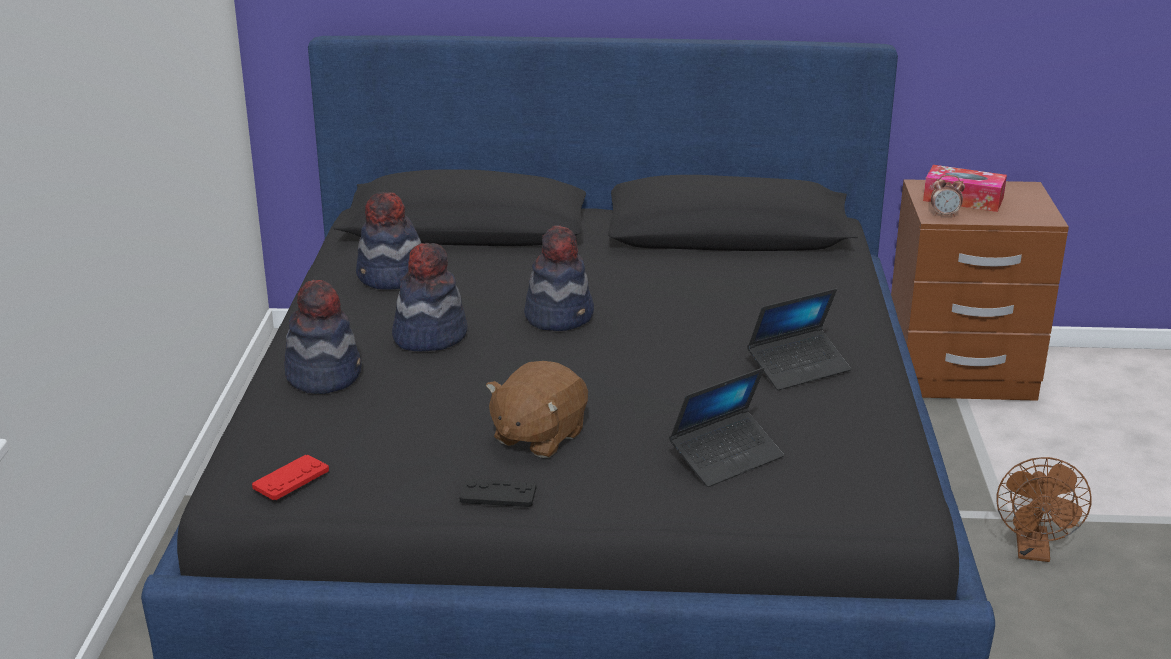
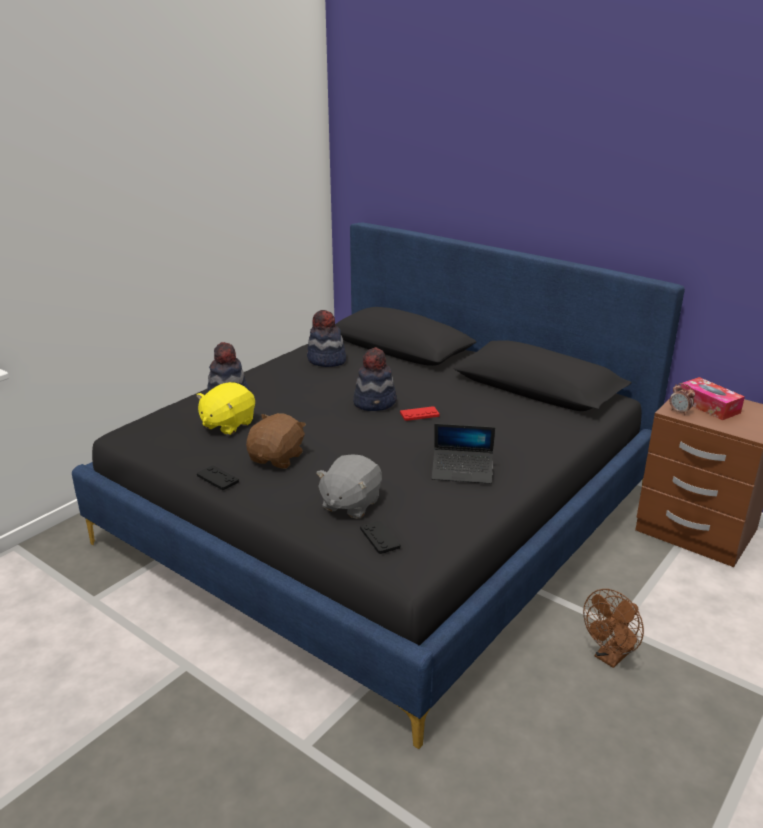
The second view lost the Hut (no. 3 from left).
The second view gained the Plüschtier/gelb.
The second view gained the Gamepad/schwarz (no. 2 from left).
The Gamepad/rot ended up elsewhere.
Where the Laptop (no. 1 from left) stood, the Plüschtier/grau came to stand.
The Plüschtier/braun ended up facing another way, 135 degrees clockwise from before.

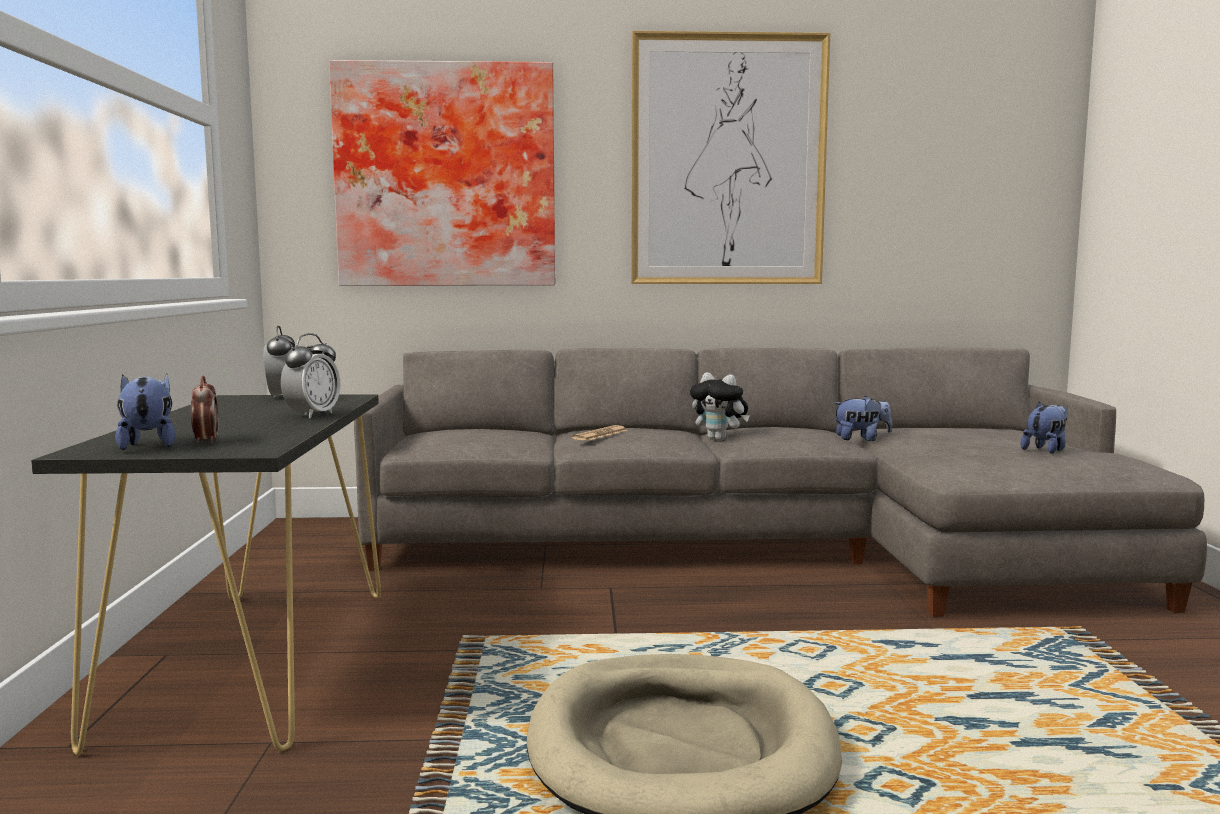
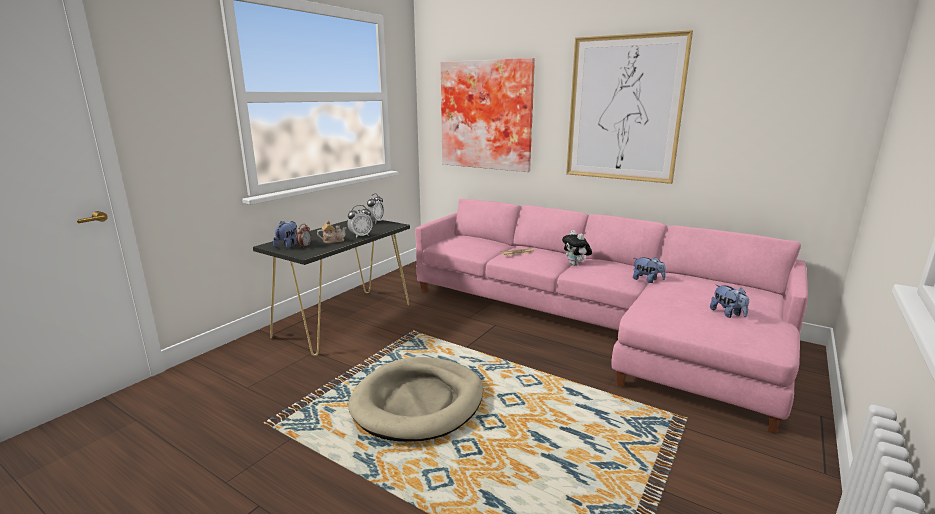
The second view gained the Teekanne.
What was the Sofa/grau turned into the Sofa/rosa.
The Plüschtier (no. 4 from left) ended up facing another way, 75 degrees clockwise from before.

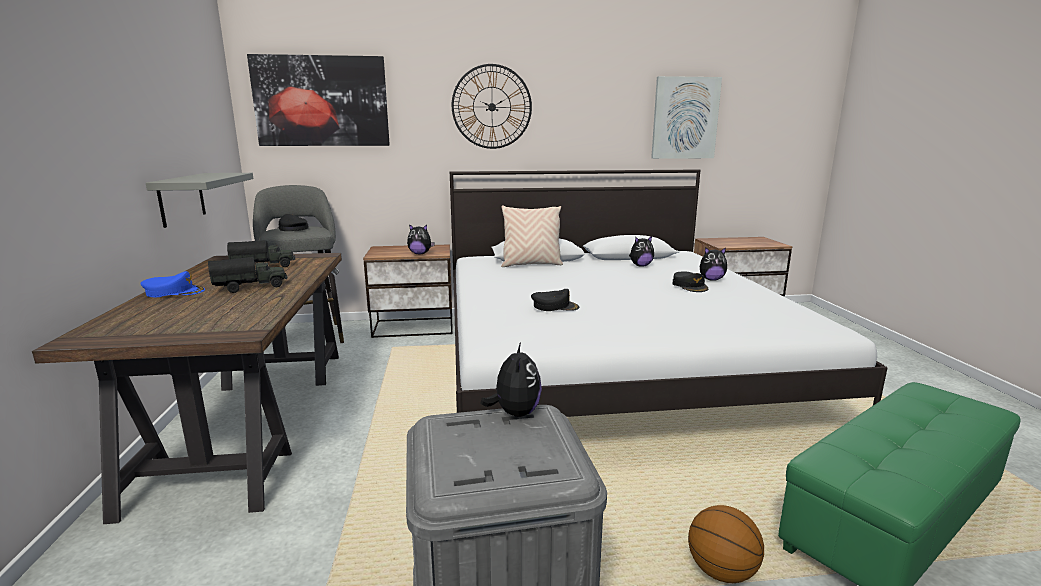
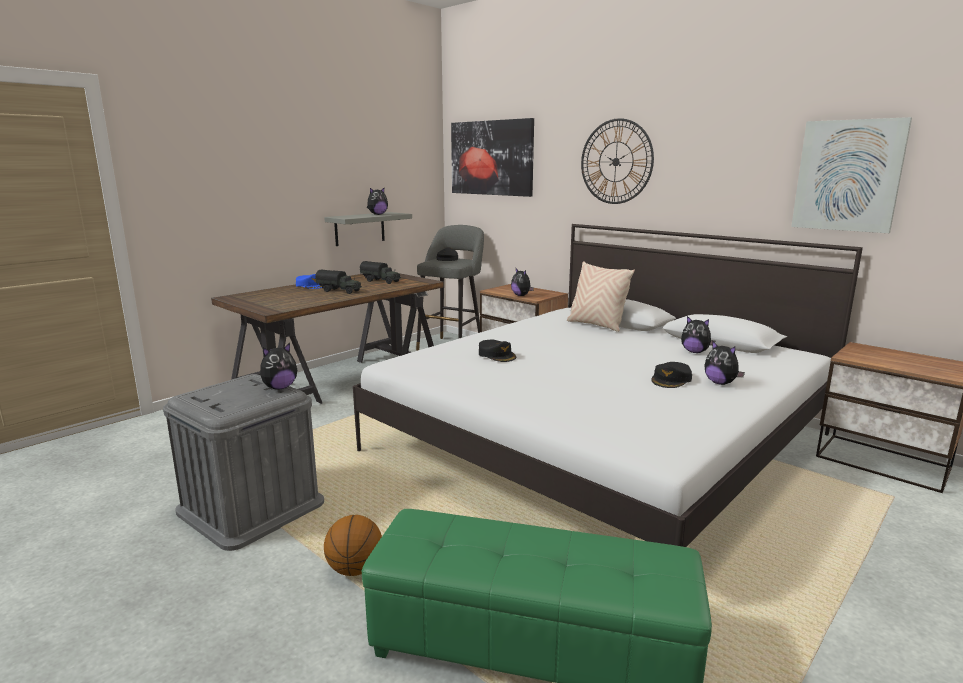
The second view gained the Plüschtier (no. 2 from left).

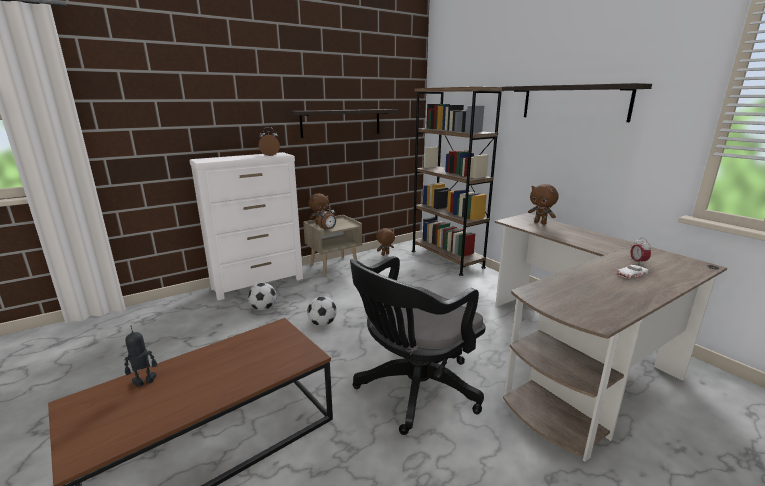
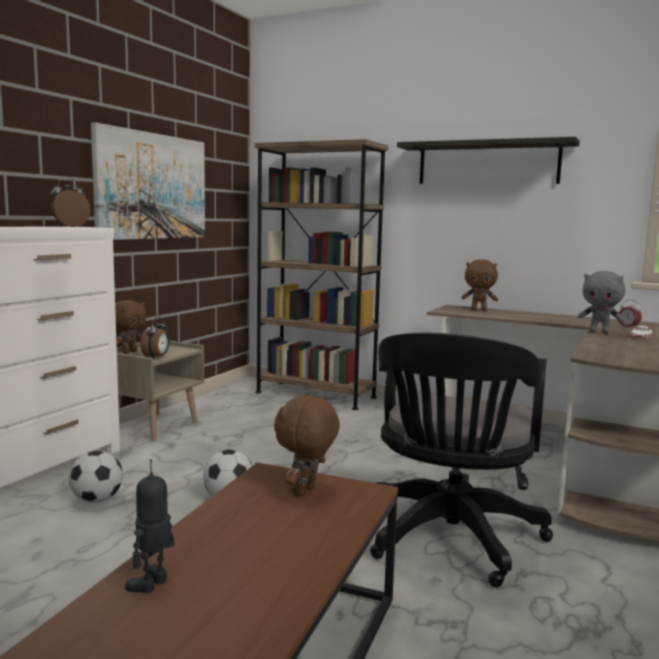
The second view gained the Plüschtier/grau.
The Plüschtier/braun (no. 2 from left) ended up elsewhere.
Where the Wandregal (no. 1 from left) hung, the Bild came to hang.

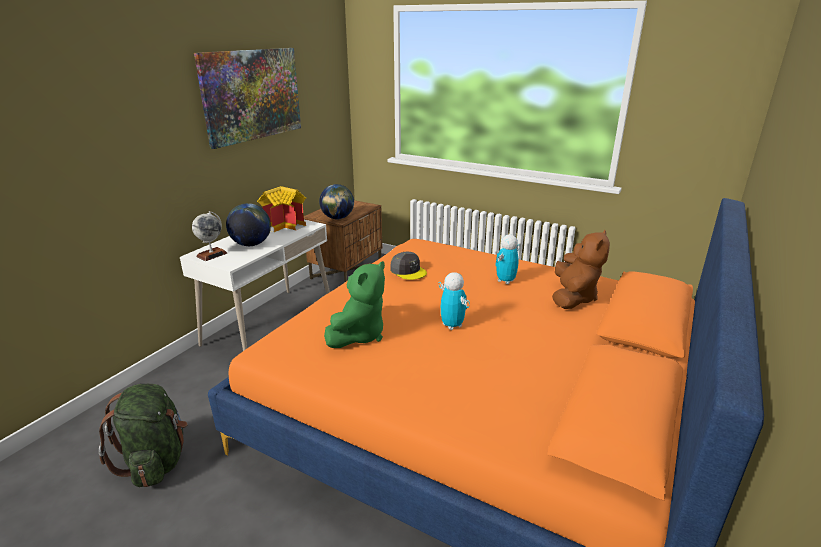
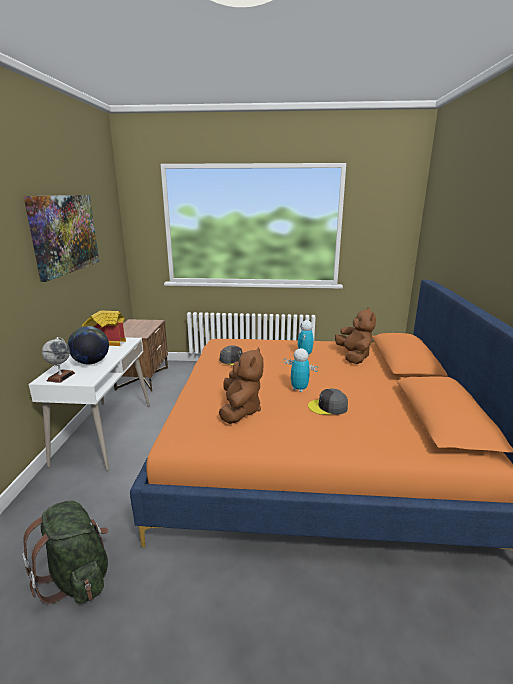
The second view lost the Globus (no. 3 from left).
The second view gained the Kappe/grau (no. 2 from left).
What was the Plüschtier/grün turned into the Plüschtier/braun (no. 1 from left).

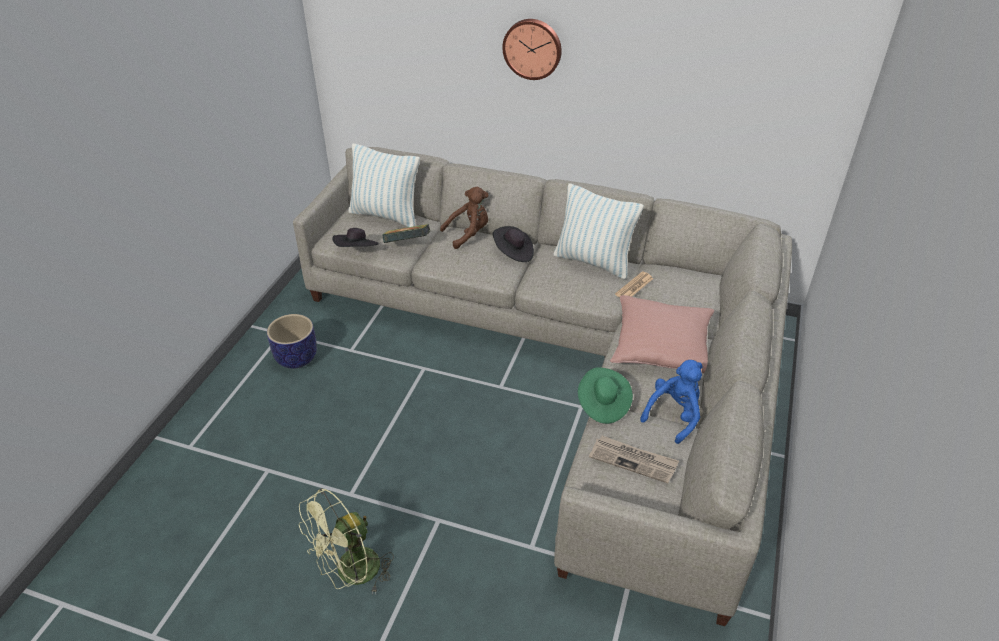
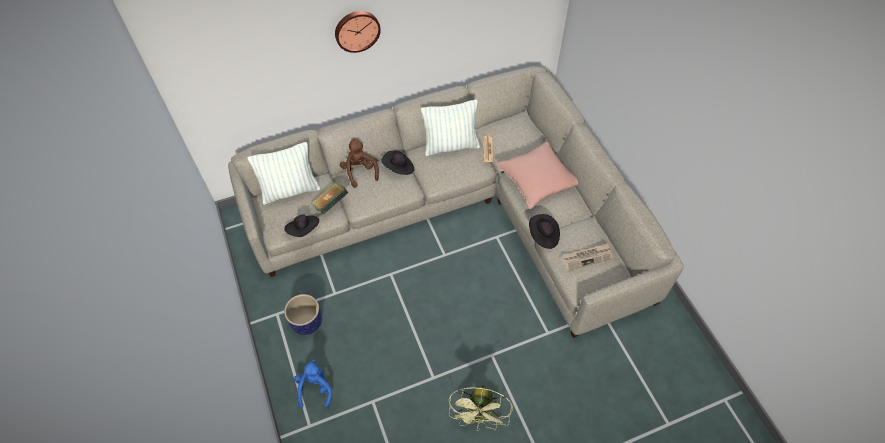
The Plüschtier/blau ended up elsewhere.
What was the Hut/grün turned into the Hut/schwarz (no. 3 from left).
The Plüschtier/braun ended up facing another way, 45 degrees counterclockwise from before.

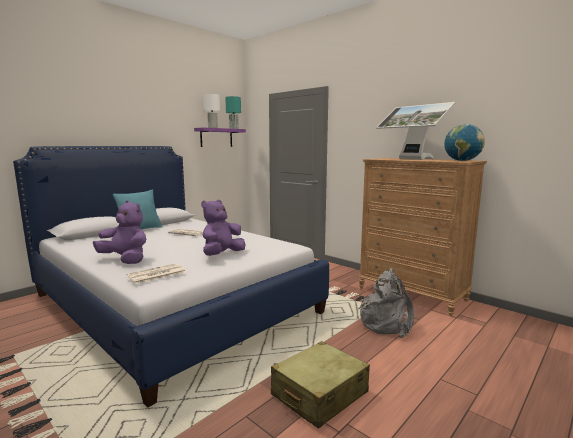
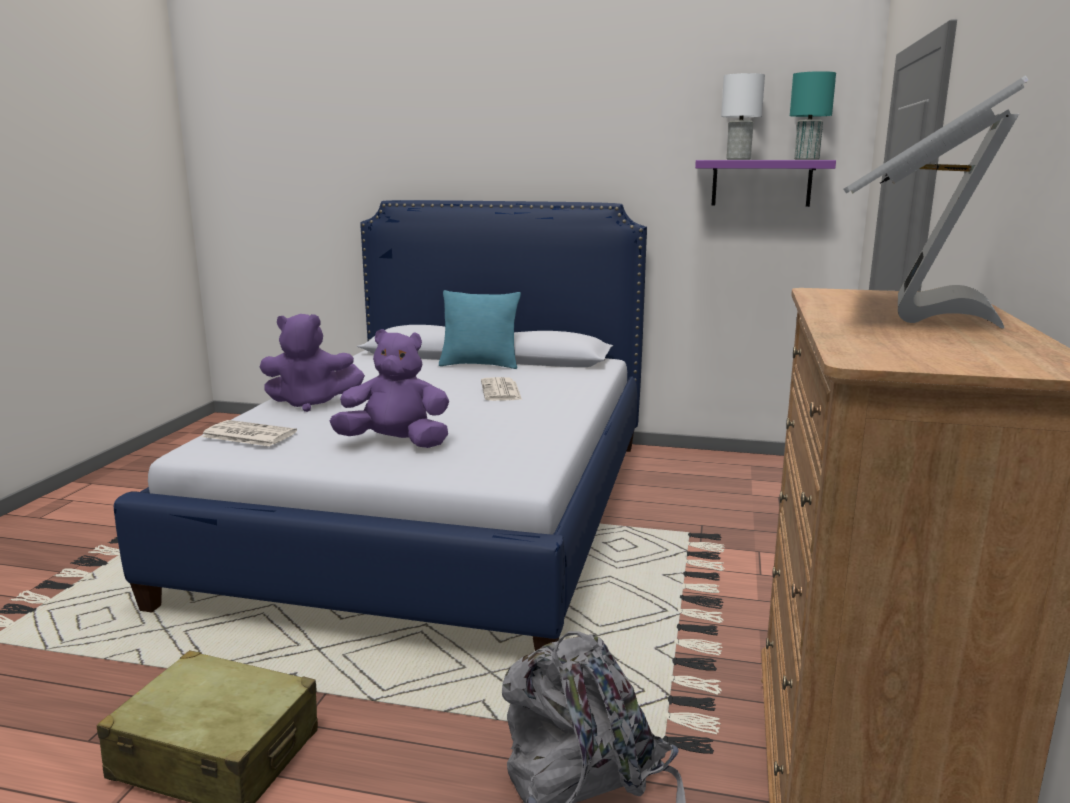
The second view lost the Globus.
The Plüschtier/lila (no. 1 from left) ended up facing another way, 90 degrees clockwise from before.

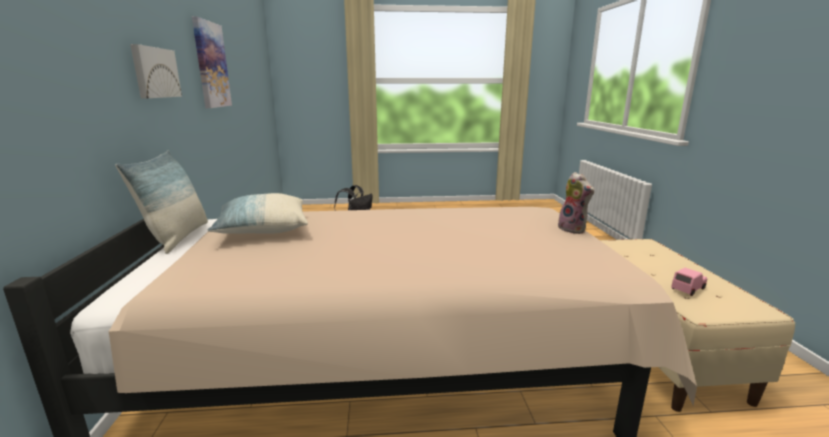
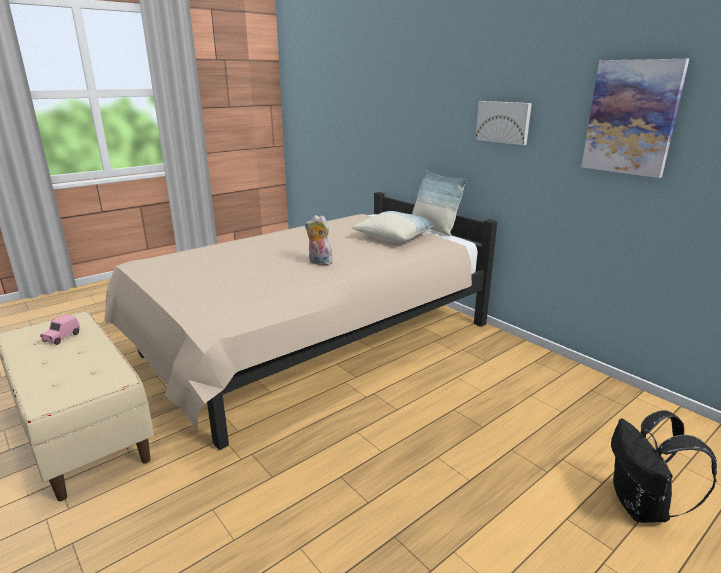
The Plüschtier ended up elsewhere.

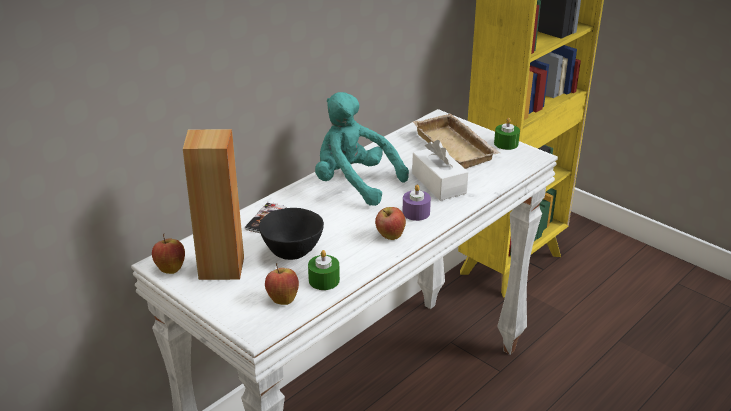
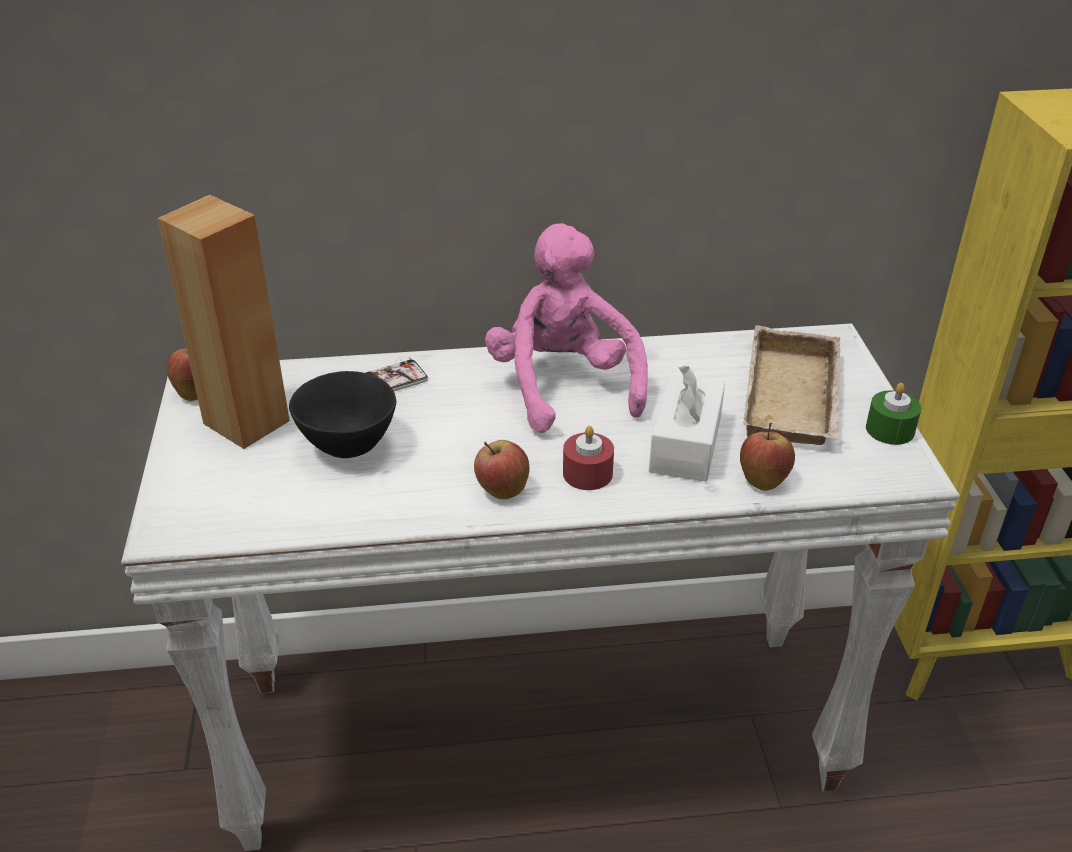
The second view lost the Kerze/grün (no. 1 from left).
The Apfel (no. 2 from left in the first image) ended up elsewhere.
What was the Plüschtier/türkis turned into the Plüschtier/rosa.
What was the Kerze/lila turned into the Kerze/rot.

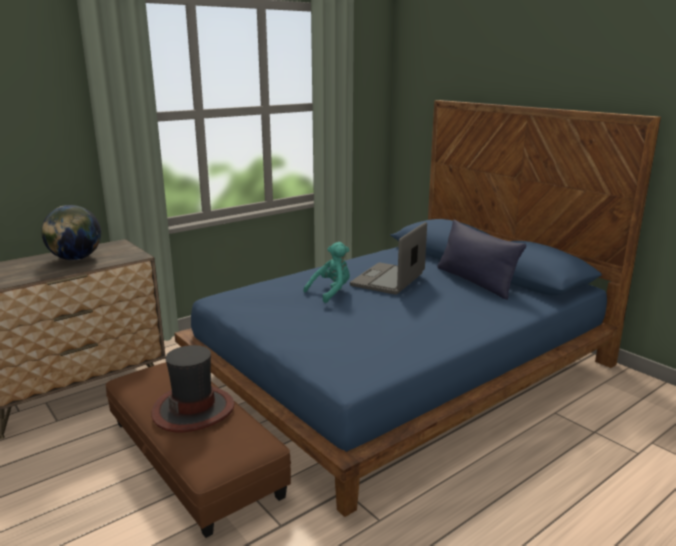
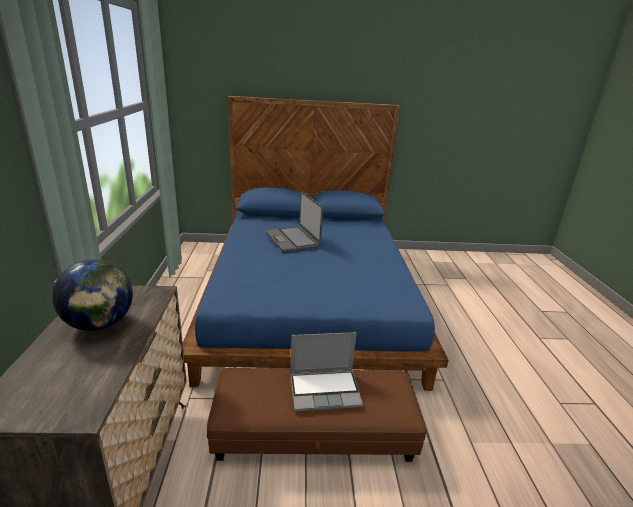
The second view lost the Plüschtier/türkis.
The second view lost the Kissen/blau.
Where the Hut stood, the Laptop (no. 2 from left) came to stand.

